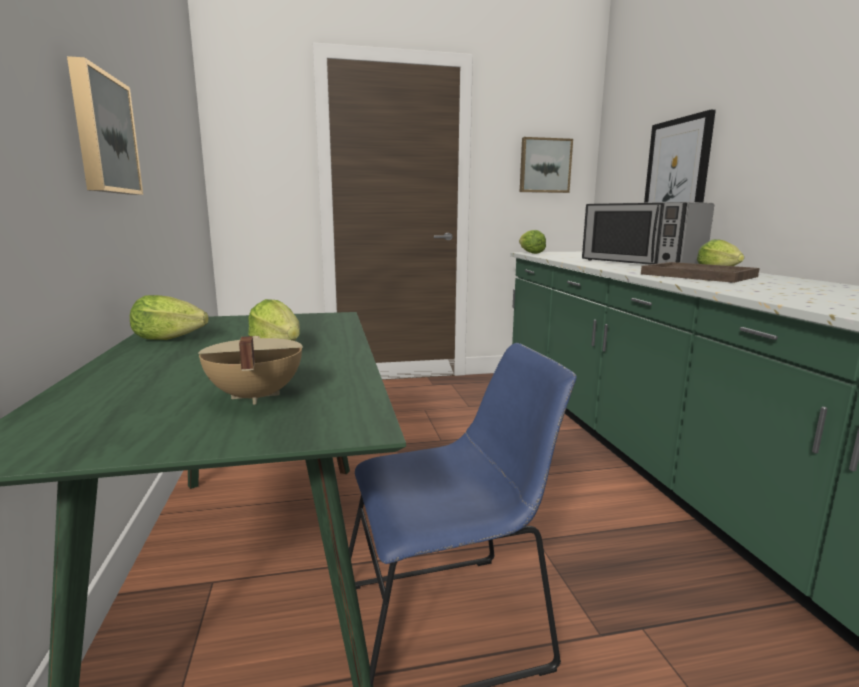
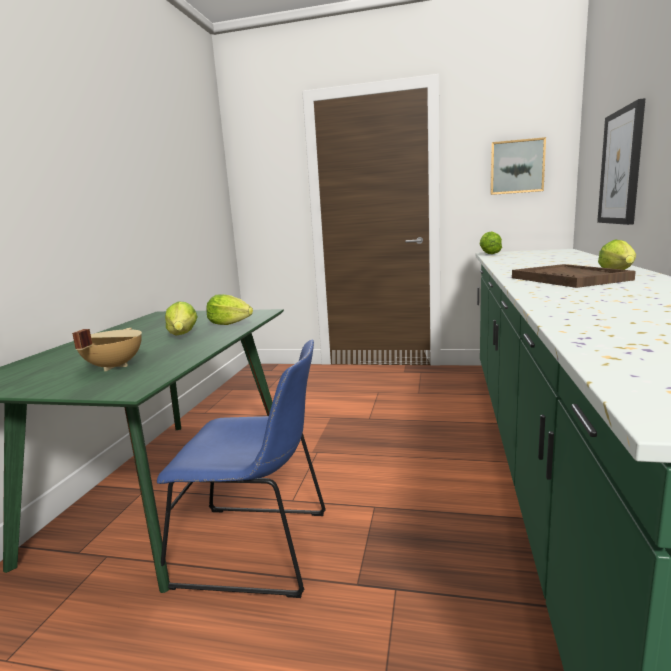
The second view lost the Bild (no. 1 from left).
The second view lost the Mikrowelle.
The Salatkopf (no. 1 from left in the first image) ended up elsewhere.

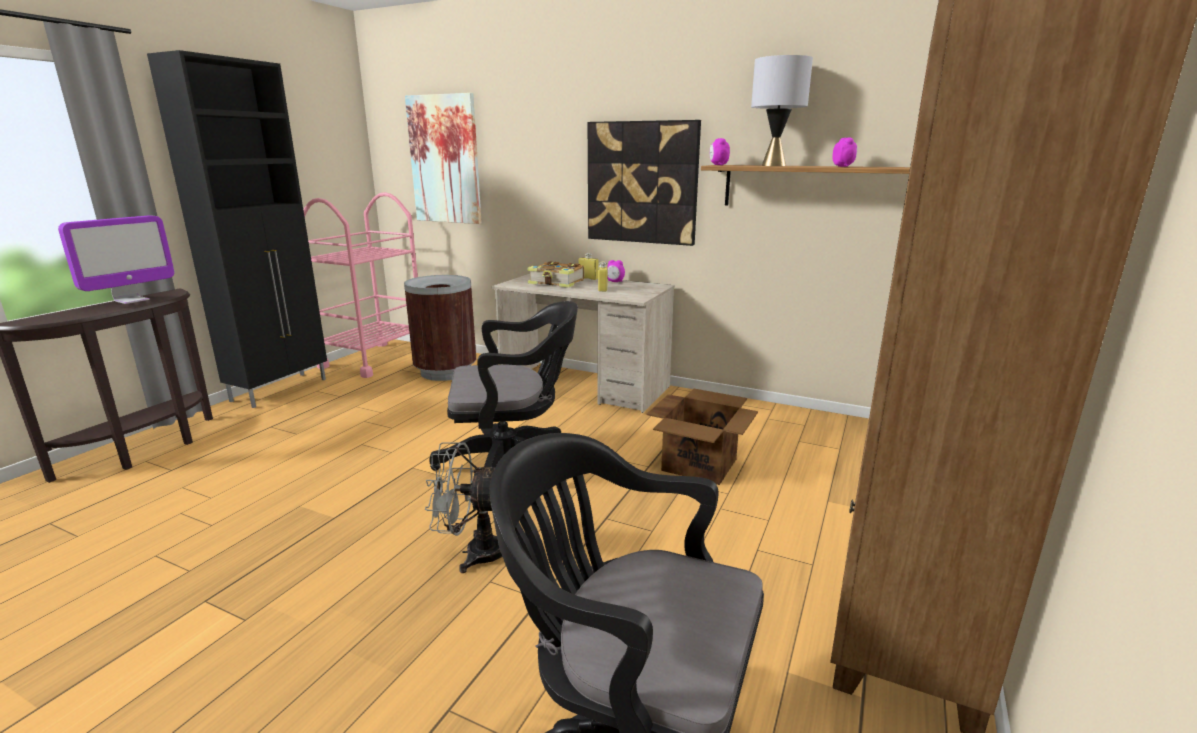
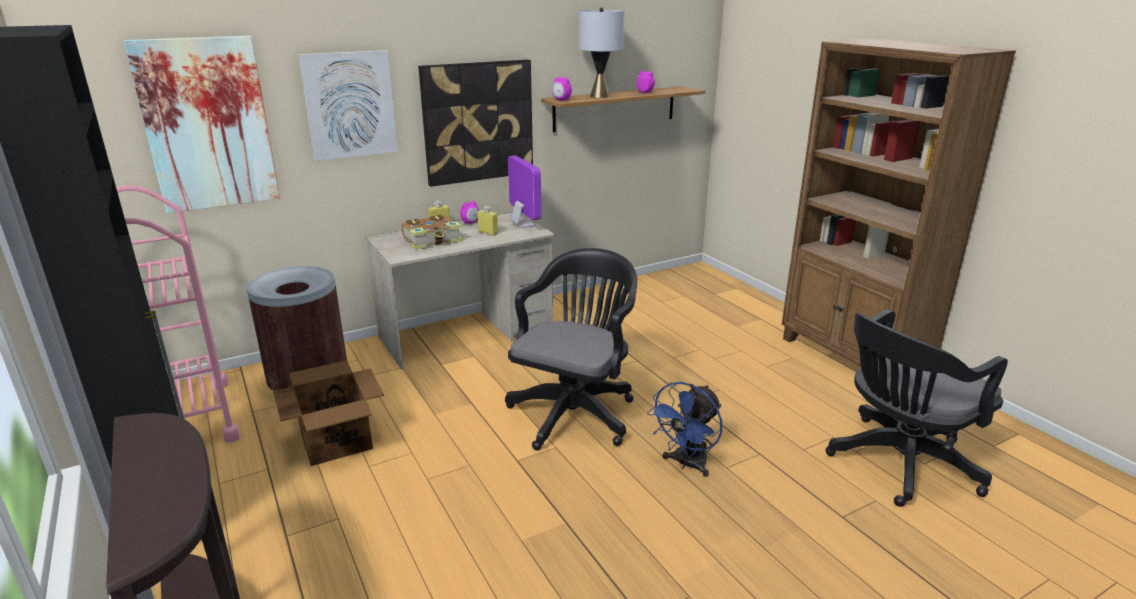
The second view gained the Bild (no. 2 from left).
The Monitor ended up elsewhere.
The Karton ended up elsewhere.
What was the Ventilator/grau turned into the Ventilator/blau.

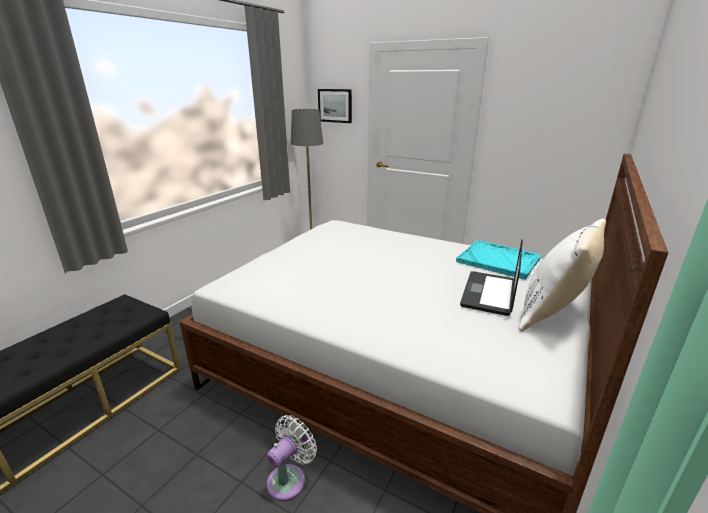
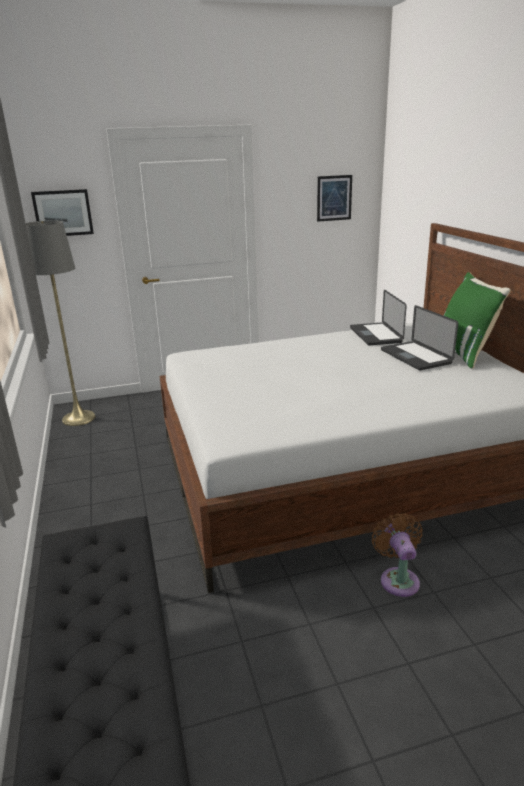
The second view gained the Bild (no. 2 from left).
Where the Tablett/türkis stood, the Laptop (no. 1 from left) came to stand.
What was the Ventilator/weiß turned into the Ventilator/braun.
What was the Kissen/weiß turned into the Kissen/grün.

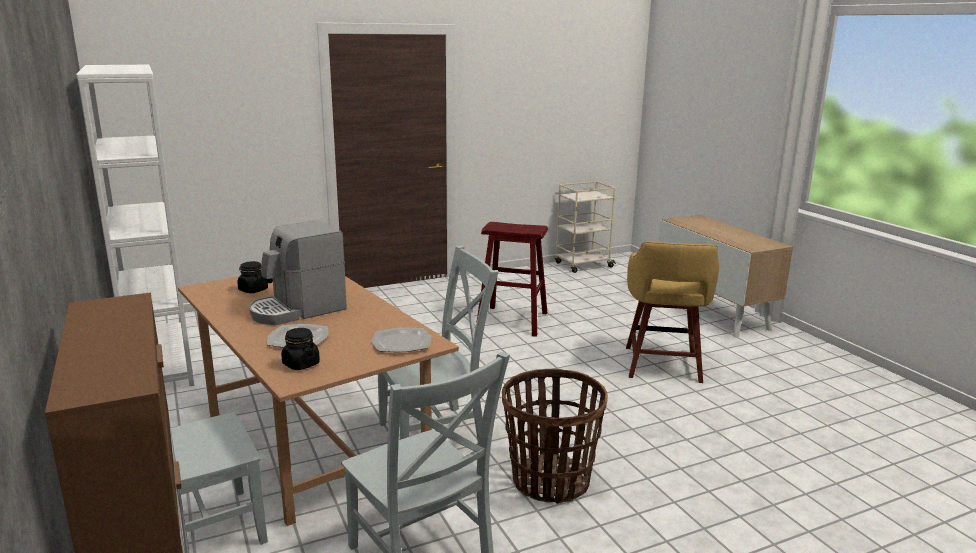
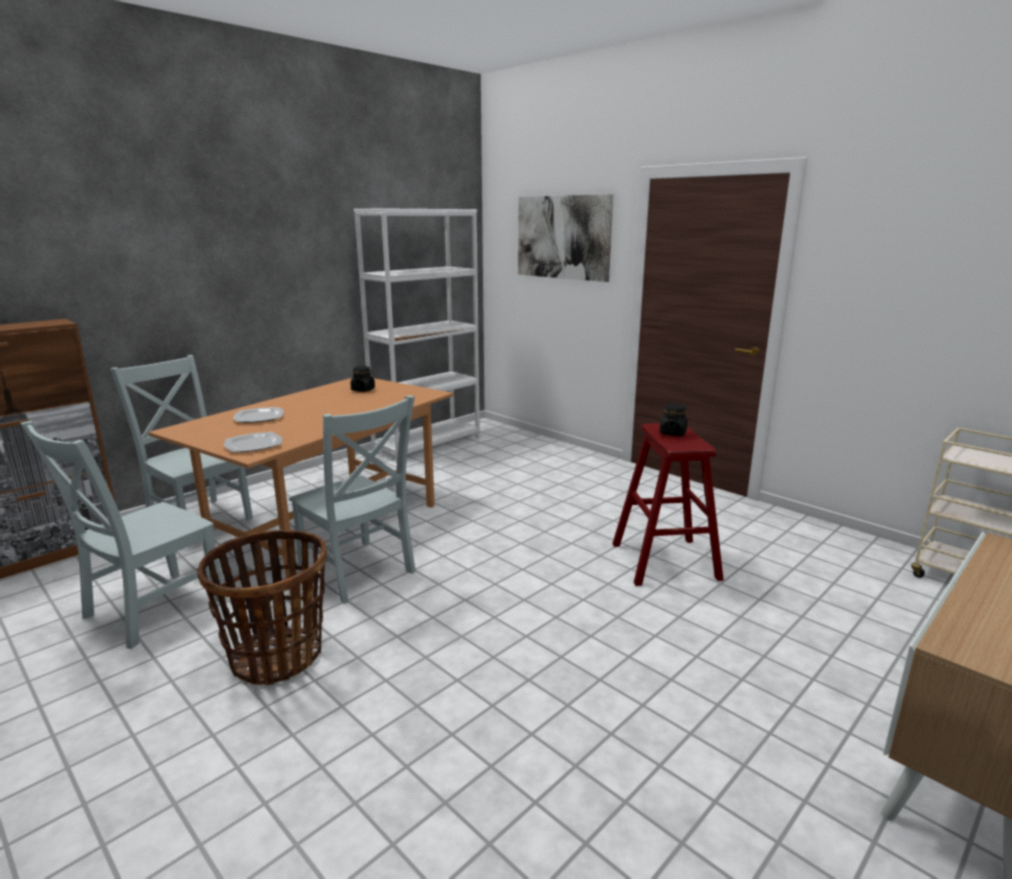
The second view lost the Kaffeemaschine.
The second view lost the Hocker/gelb.
The second view gained the Bild.
The Vorratsglas/schwarz (no. 2 from left) ended up elsewhere.

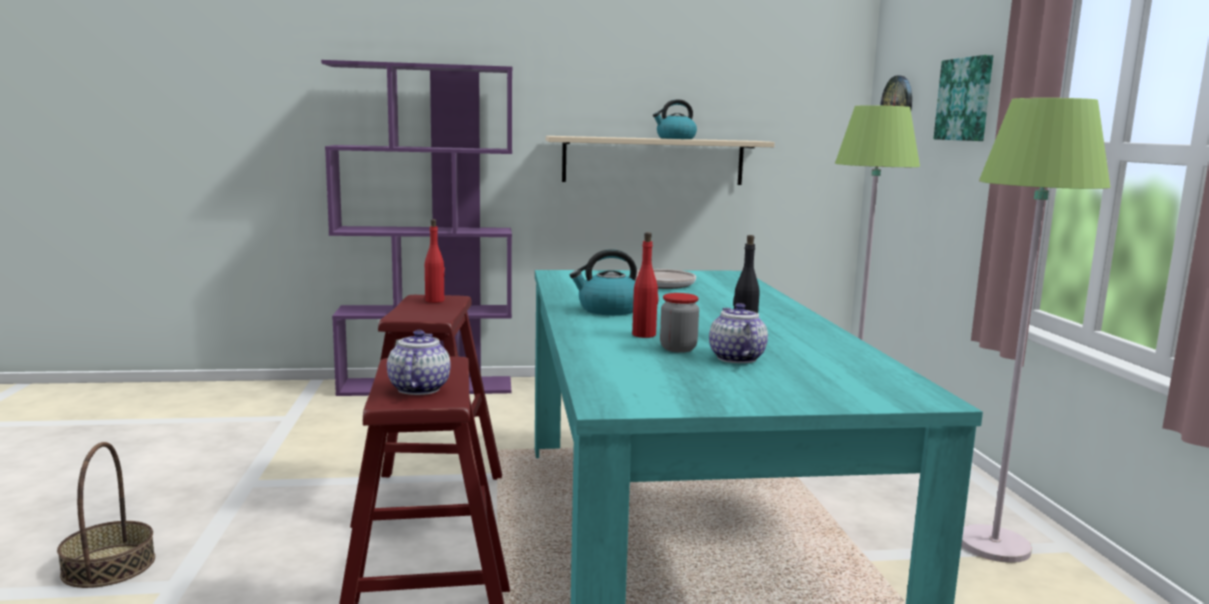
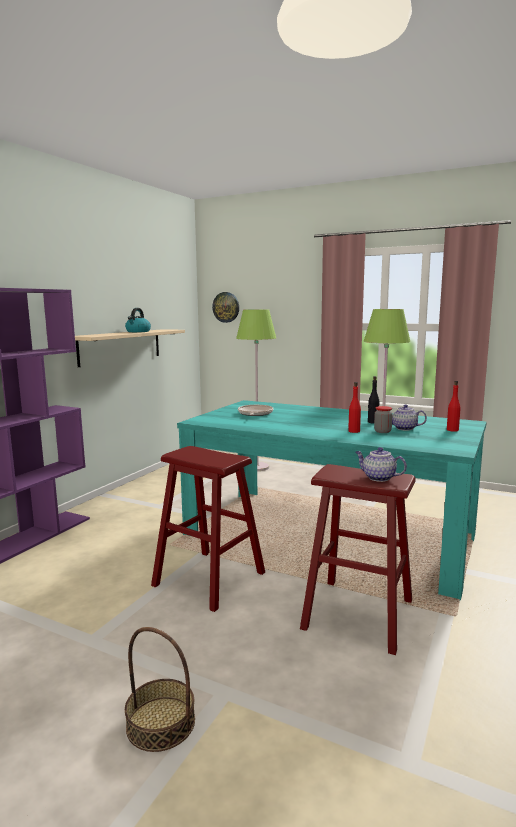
The second view lost the Wasserkessel (no. 1 from left).
The second view lost the Bild.
The Flasche/rot (no. 1 from left in the first image) ended up elsewhere.

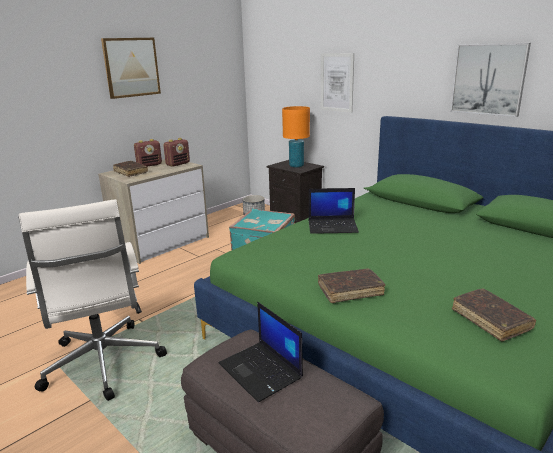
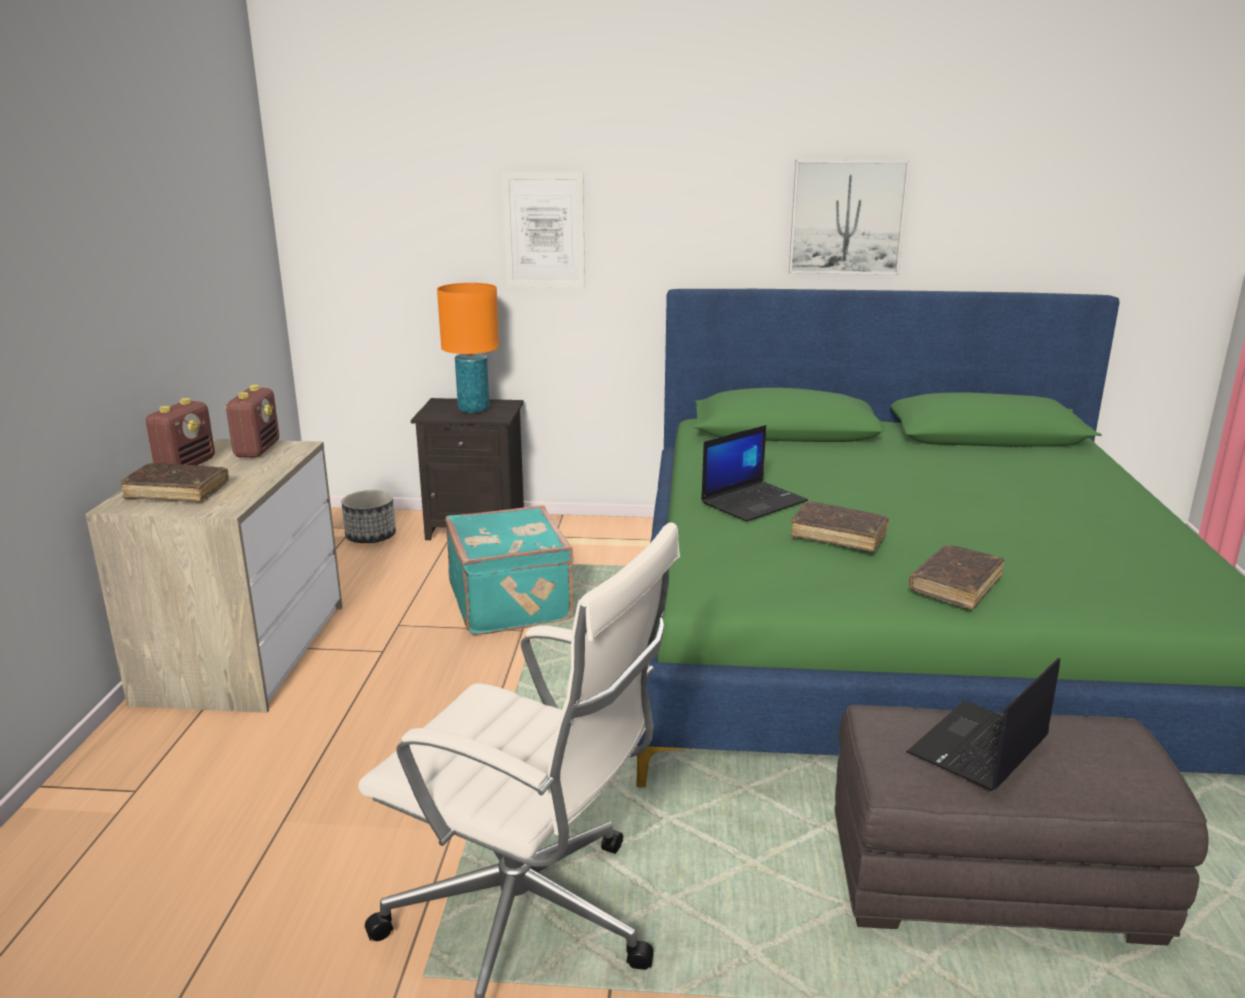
The second view lost the Bild (no. 1 from left).
The Buch/braun (no. 3 from left in the first image) ended up elsewhere.
The Laptop (no. 1 from left in the first image) ended up facing another way, 120 degrees clockwise from before.

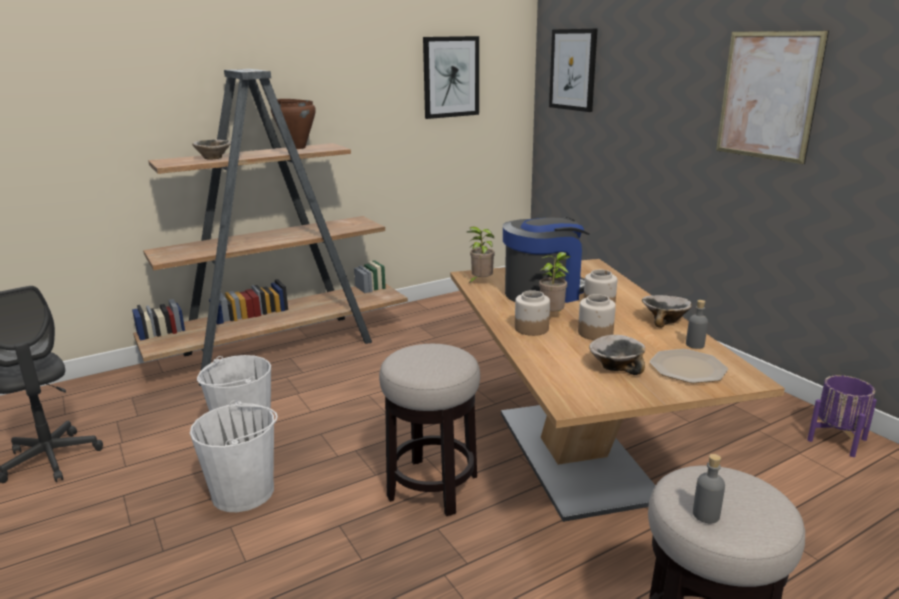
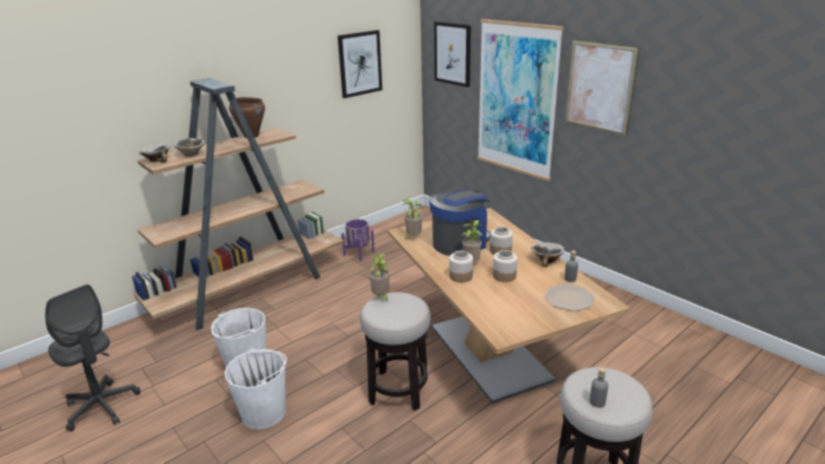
The second view gained the Topfpflanze (no. 1 from left).
The second view gained the Bild (no. 3 from left).
The Schüssel (no. 2 from left in the first image) ended up elsewhere.
The Pflanzkübel/lila ended up elsewhere.

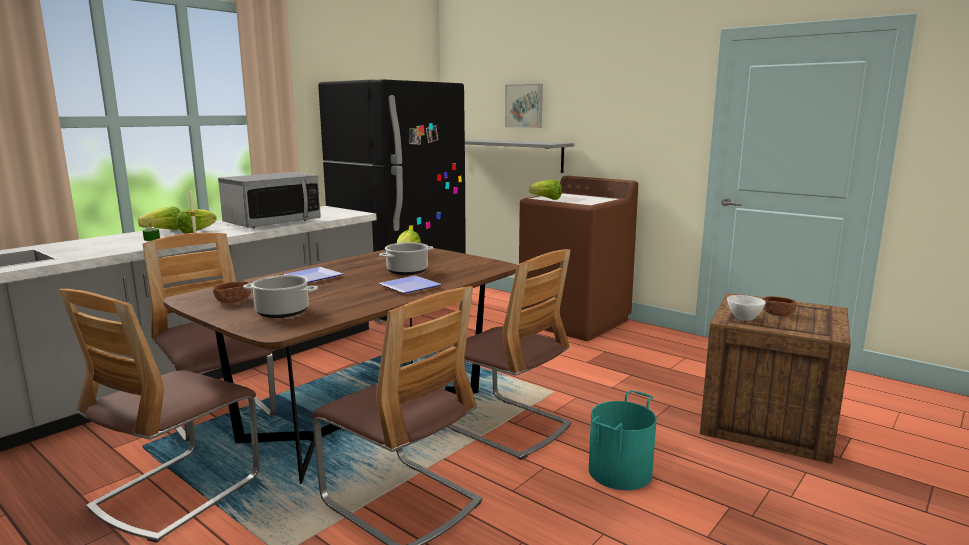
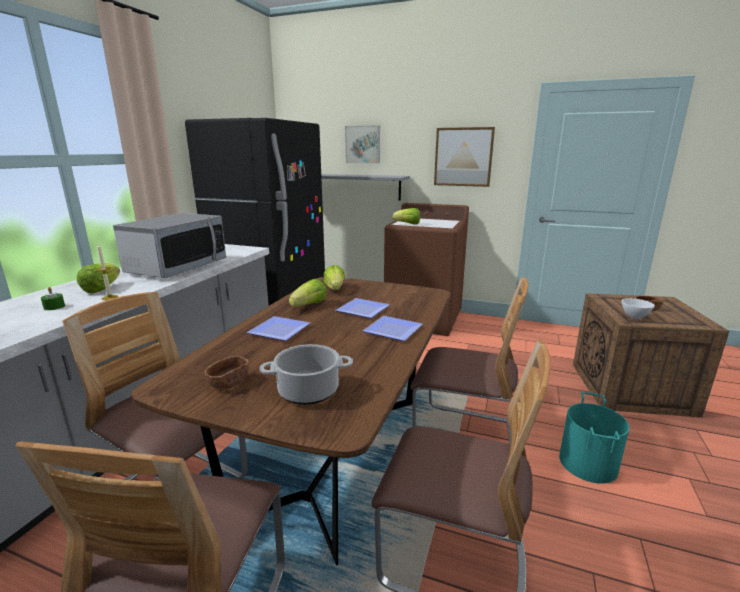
The second view gained the Bild (no. 2 from left).
The Salatkopf (no. 1 from left in the first image) ended up elsewhere.
Where the Kochtopf (no. 2 from left) stood, the Teller (no. 2 from left) came to stand.

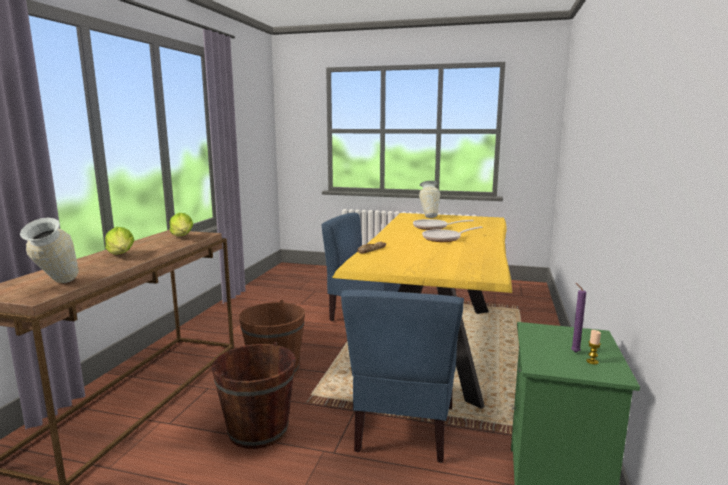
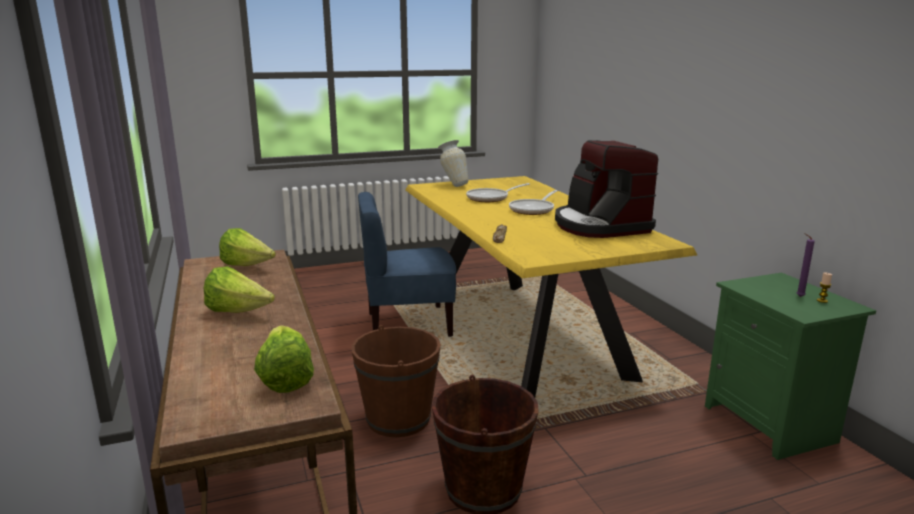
The second view lost the Stuhl/blau (no. 2 from left).
The second view gained the Kaffeemaschine.
Where the Vase (no. 1 from left) stood, the Salatkopf (no. 3 from left) came to stand.

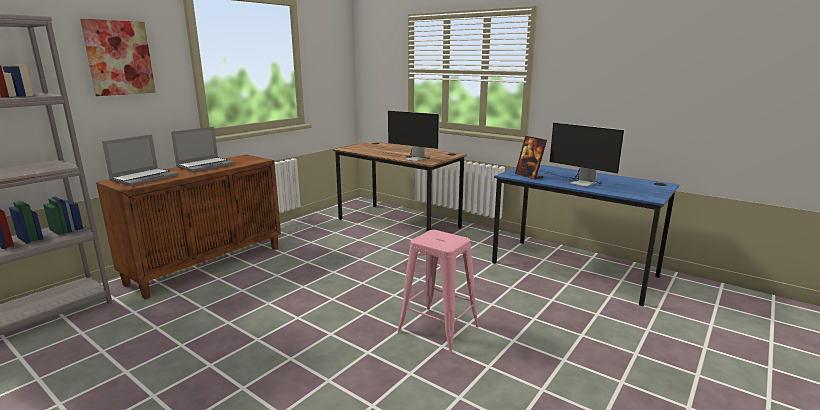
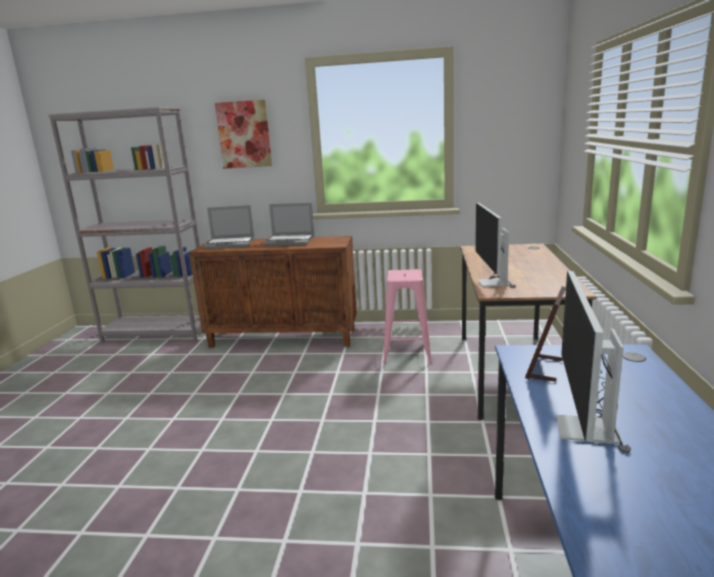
The Hocker/rosa ended up elsewhere.

